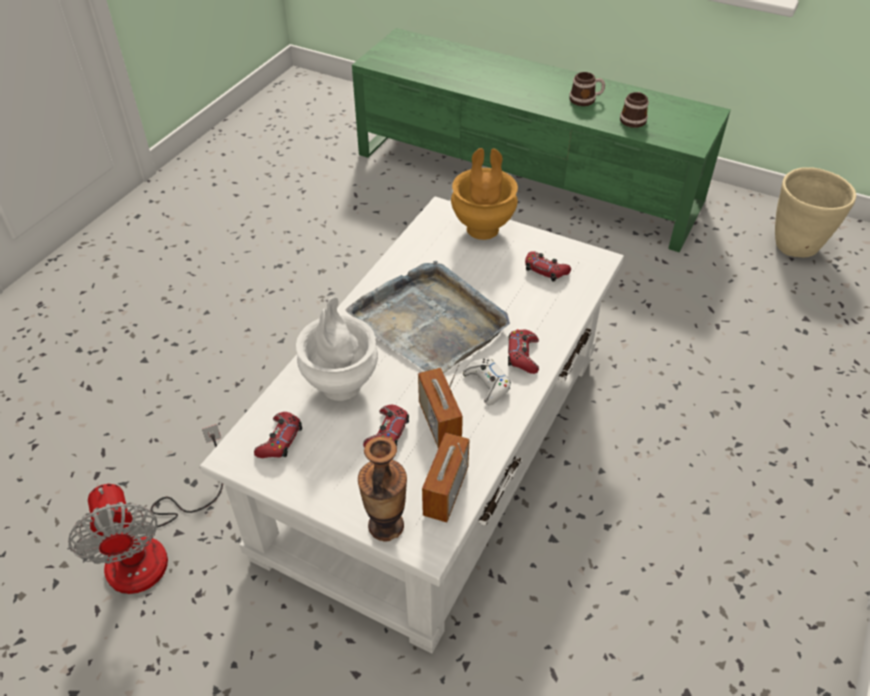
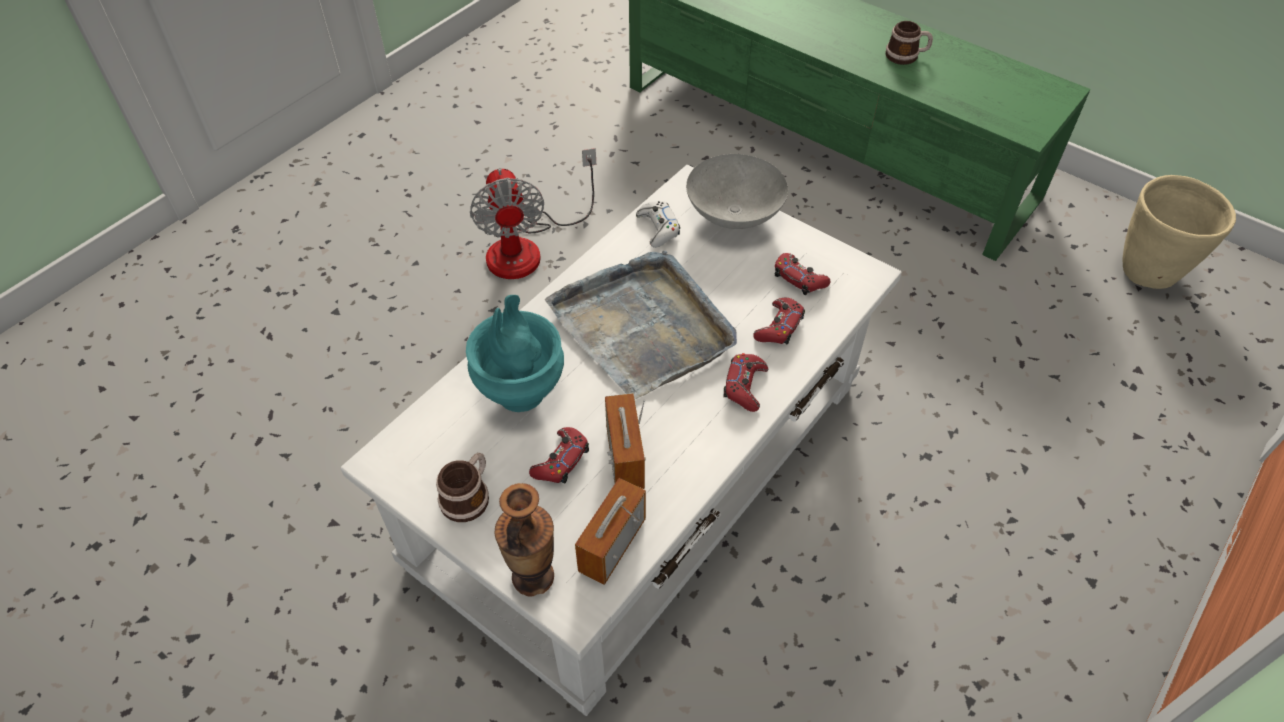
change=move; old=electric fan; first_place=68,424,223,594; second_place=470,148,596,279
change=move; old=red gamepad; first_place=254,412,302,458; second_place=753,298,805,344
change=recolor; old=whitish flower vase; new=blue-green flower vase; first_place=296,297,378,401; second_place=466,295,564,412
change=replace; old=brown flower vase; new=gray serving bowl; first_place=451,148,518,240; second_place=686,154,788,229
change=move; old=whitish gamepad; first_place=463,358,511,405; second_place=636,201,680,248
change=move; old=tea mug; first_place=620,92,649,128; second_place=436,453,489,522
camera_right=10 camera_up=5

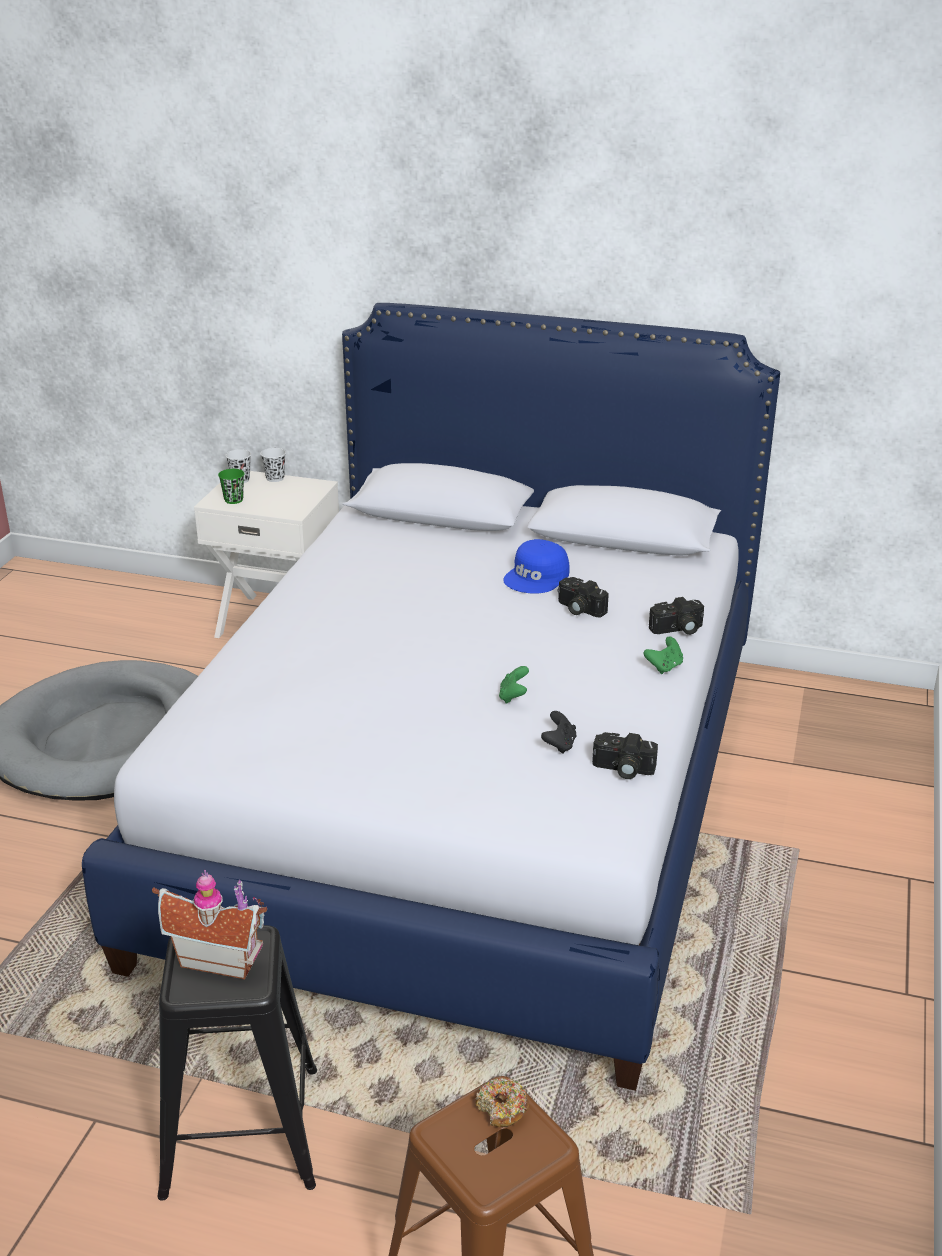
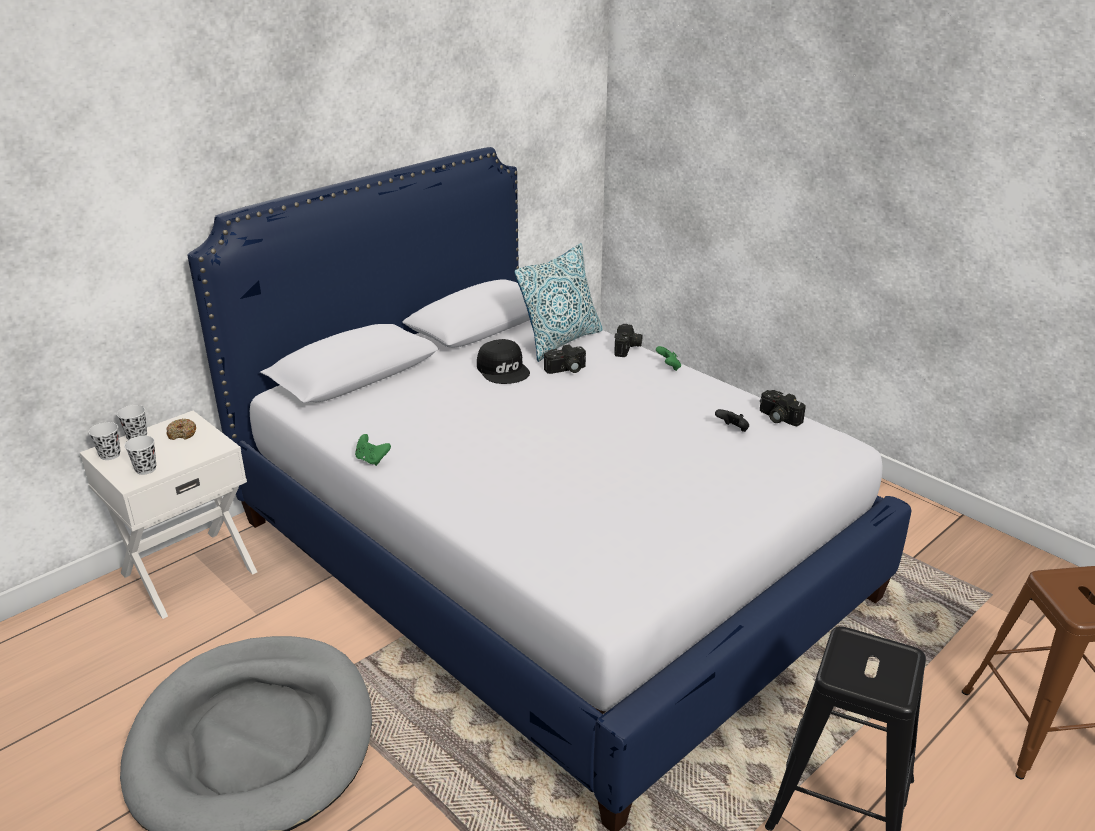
change=delete; old=toy house; first_place=152,870,267,979
change=recolor; old=greenish drinking cup; new=whitish drinking cup; first_place=218,469,245,504; second_place=124,436,156,475
change=move; old=doughnut; first_place=475,1078,529,1127; second_place=166,418,196,440
change=move; old=greenish gamepad; first_place=499,666,529,704; second_place=355,434,391,466
change=recolor; old=blue-coloured cap; new=black cap; first_place=503,539,570,594; second_place=477,339,530,384
change=rotate; old=still camera; first_place=592,732,658,779; second_place=760,390,806,426; degrees=90
change=insert; new=throw pillow; second_place=514,243,603,362
camera_right=-60 camera_up=0

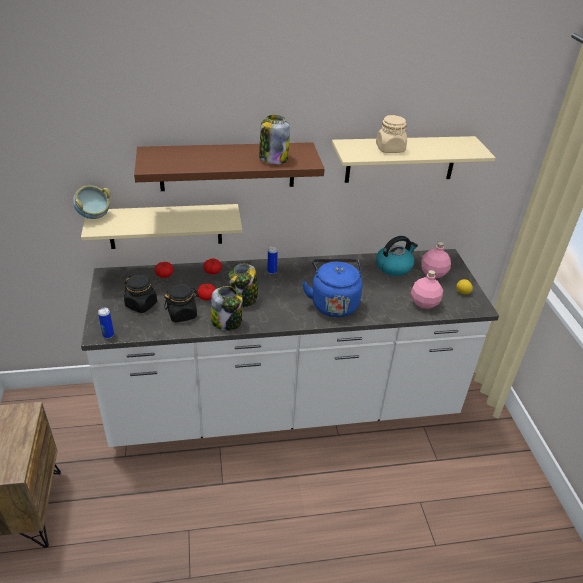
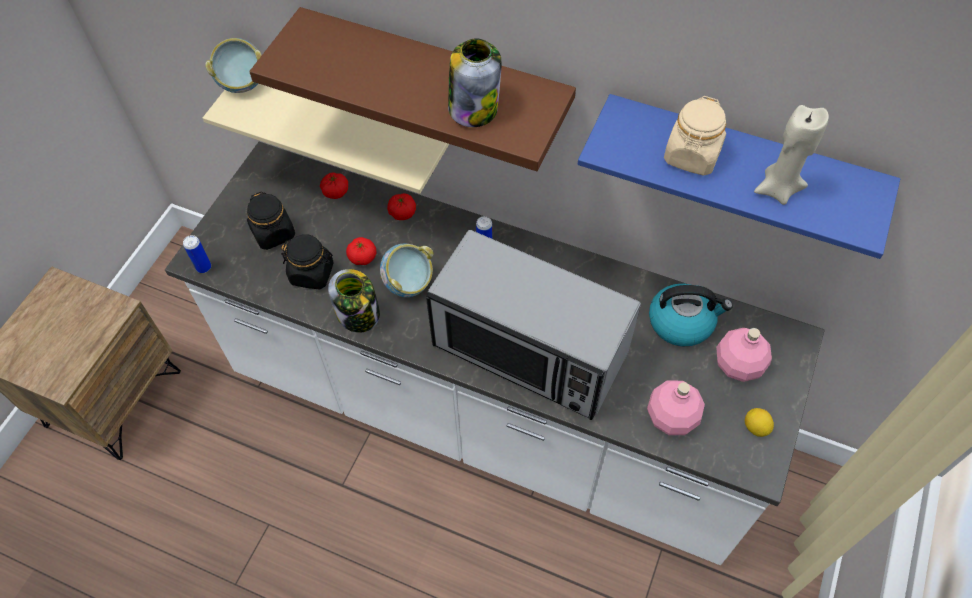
change=replace; old=jar; new=serving bowl; first_place=229,263,259,307; second_place=380,244,433,297
change=replace; old=blue-coloured tea kettle; new=microwave oven; first_place=302,259,363,317; second_place=426,230,641,420
change=recolor; old=beige shelf; new=blue-coloured shelf; first_place=332,136,496,183; second_place=578,94,900,259
change=insert; new=beige candle; second_place=754,105,829,205
camera_right=35 camera_up=20

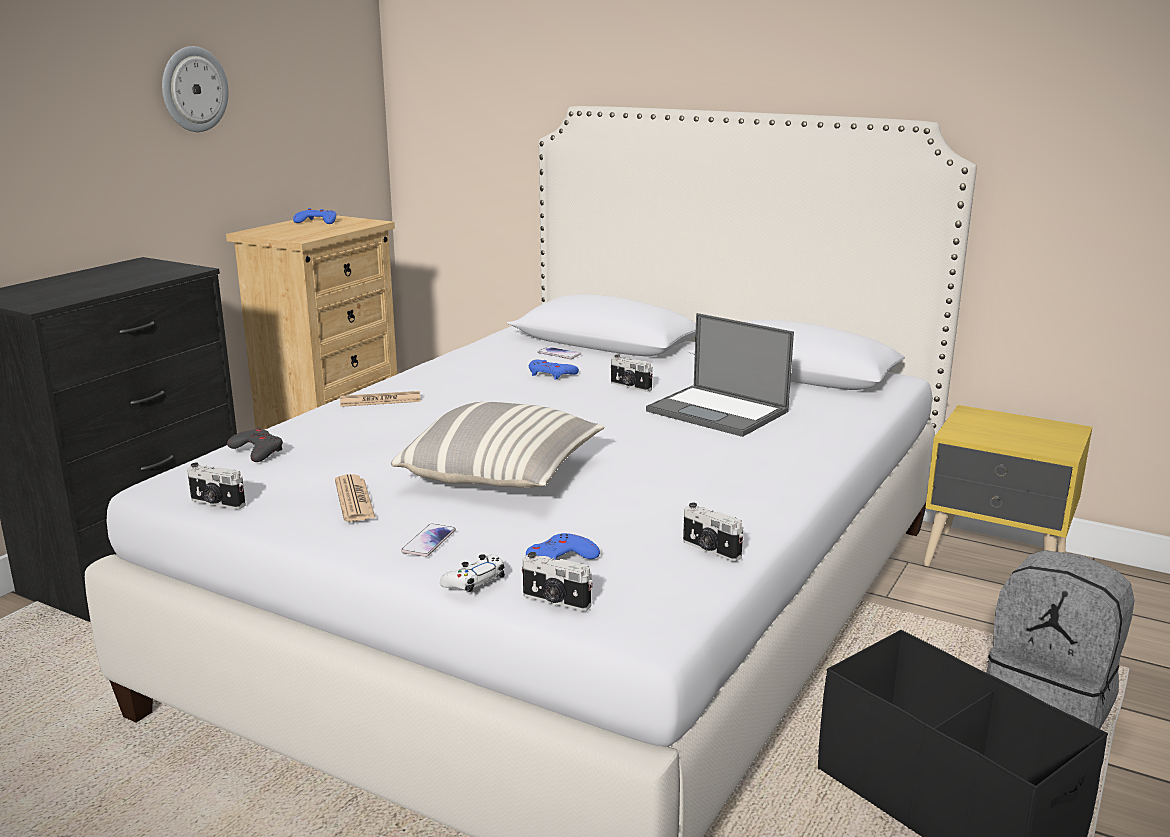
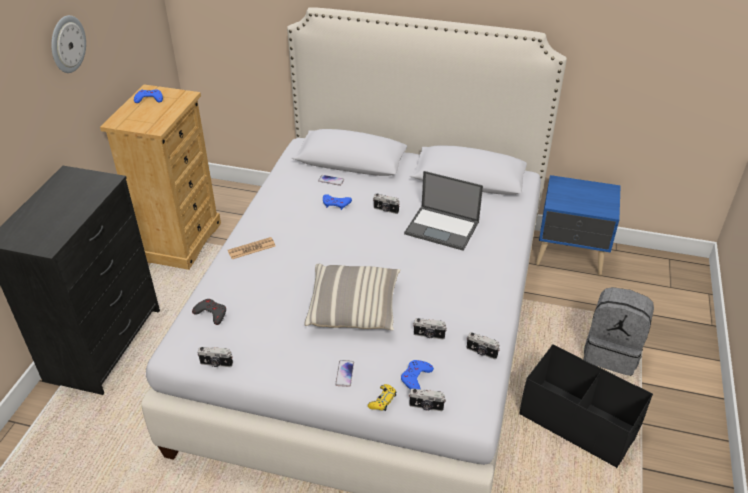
change=delete; old=printed paper; first_place=335,474,375,522
change=recolor; old=whitish gamepad; new=yellowish gamepad; first_place=440,554,505,592; second_place=368,384,396,411
change=recolor; old=yellowish night table; new=blue-coloured night table; first_place=923,405,1092,566; second_place=536,175,621,276
change=insert; new=still camera; second_place=413,318,447,340
camera_right=-15 camera_up=20

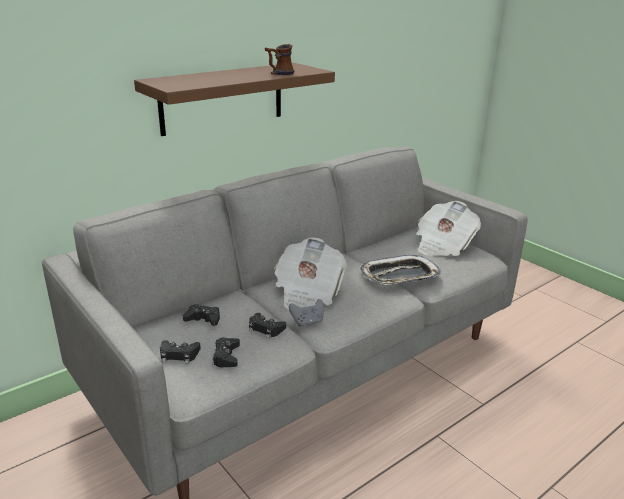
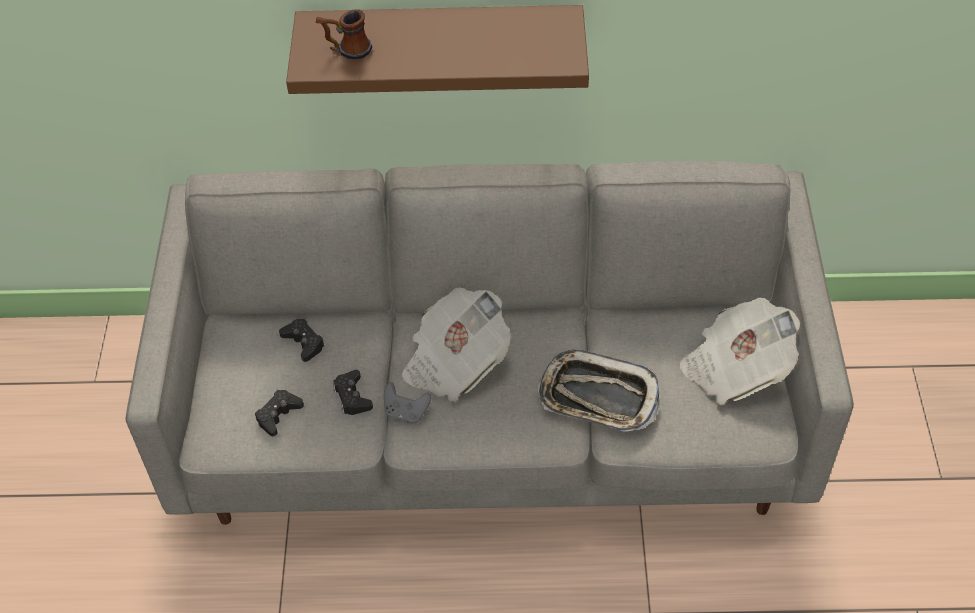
change=delete; old=black gamepad; first_place=160,340,201,364
change=move; old=tea mug; first_place=265,44,294,75; second_place=316,9,372,59
camera_right=40 camera_up=25

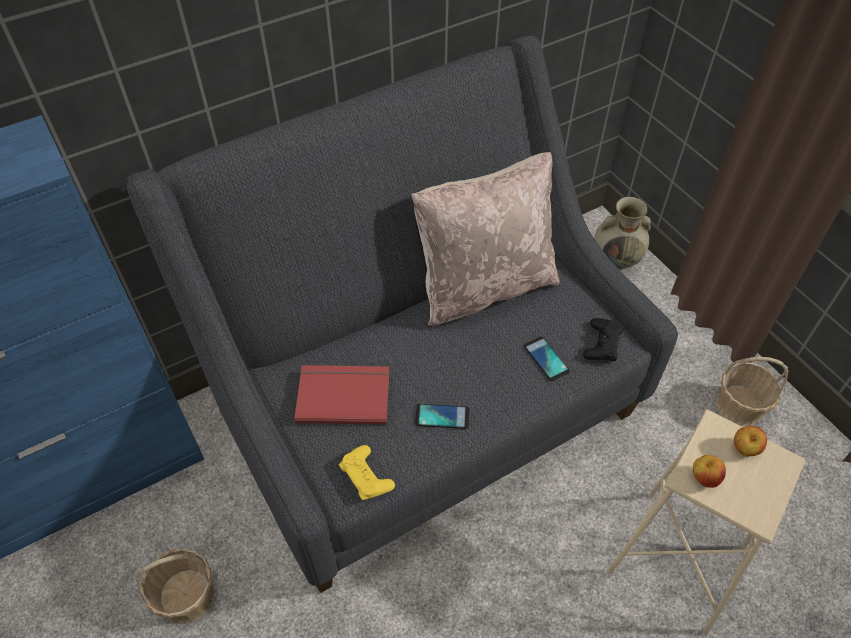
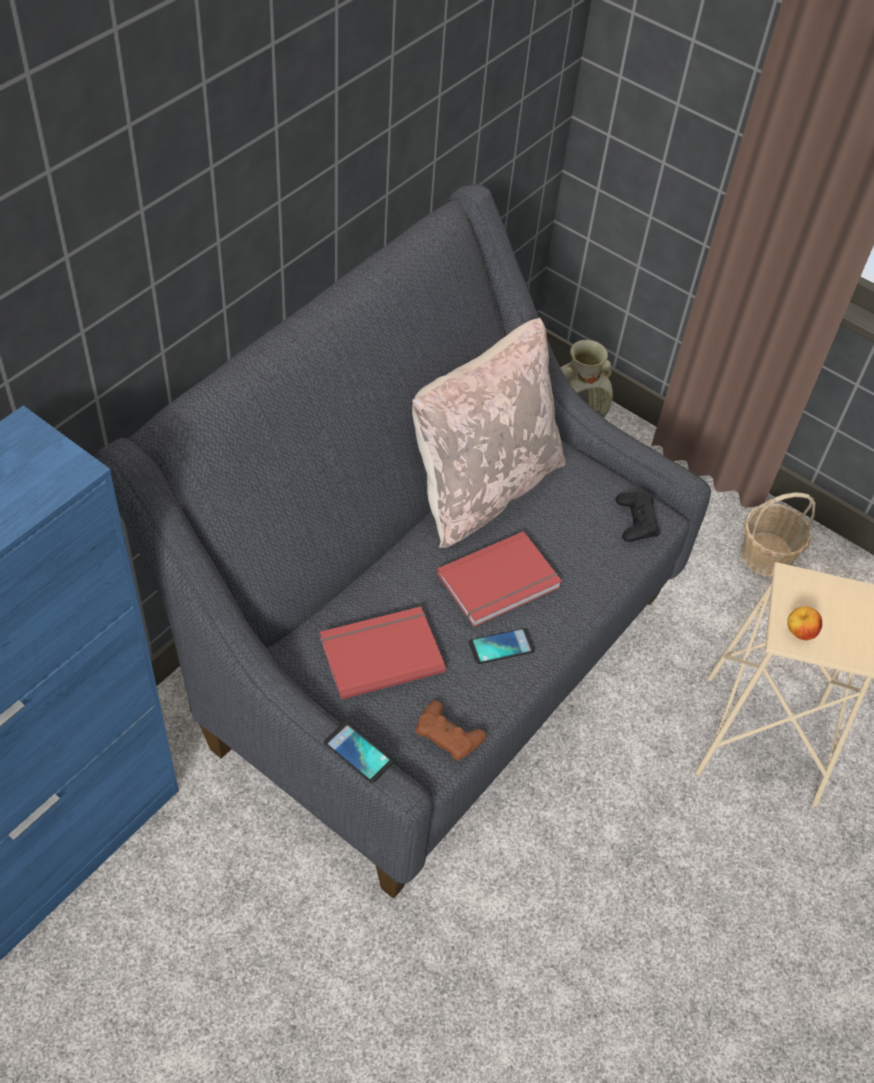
change=delete; old=basket; first_place=137,548,214,624
change=recolor; old=yellowish gamepad; new=brown gamepad; first_place=339,445,395,501; second_place=415,701,487,761
change=move; old=telephone; first_place=524,336,570,381; second_place=324,723,393,783
change=delete; old=apple; first_place=734,426,767,456
change=insert; new=red book; second_place=437,531,562,627
camera_right=-25 camera_up=0

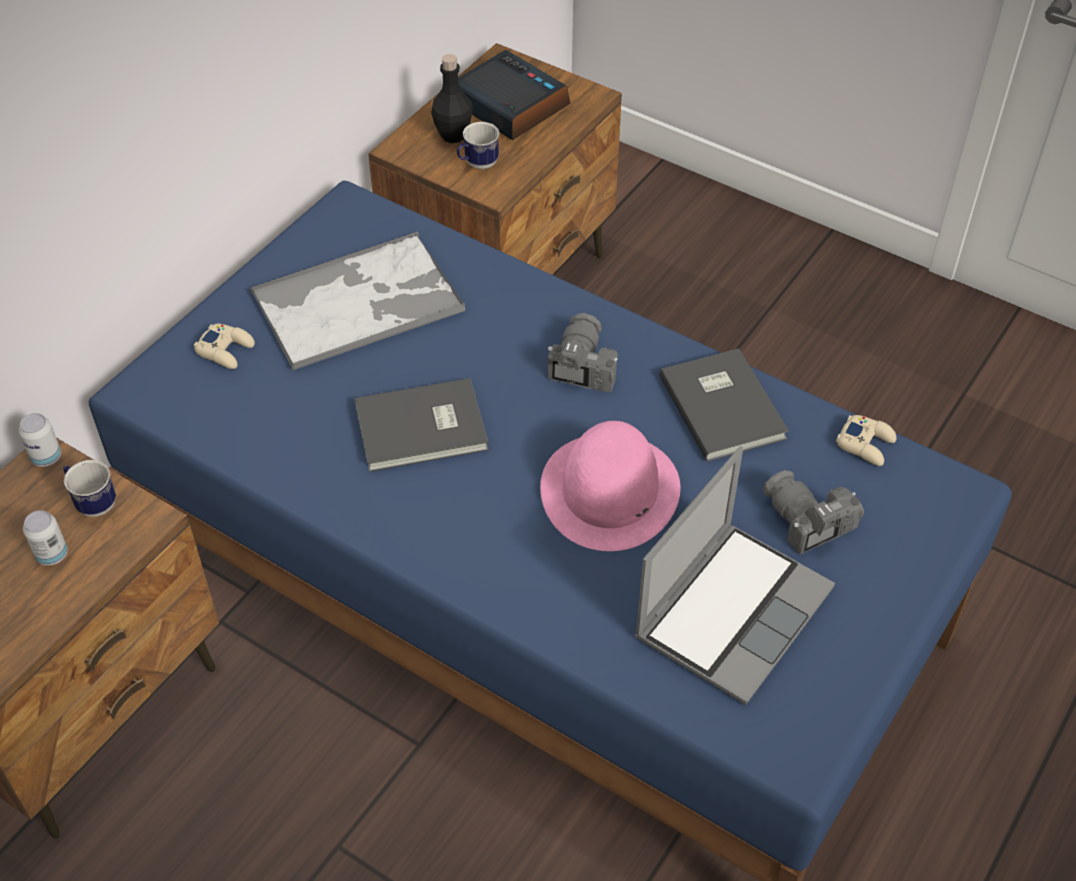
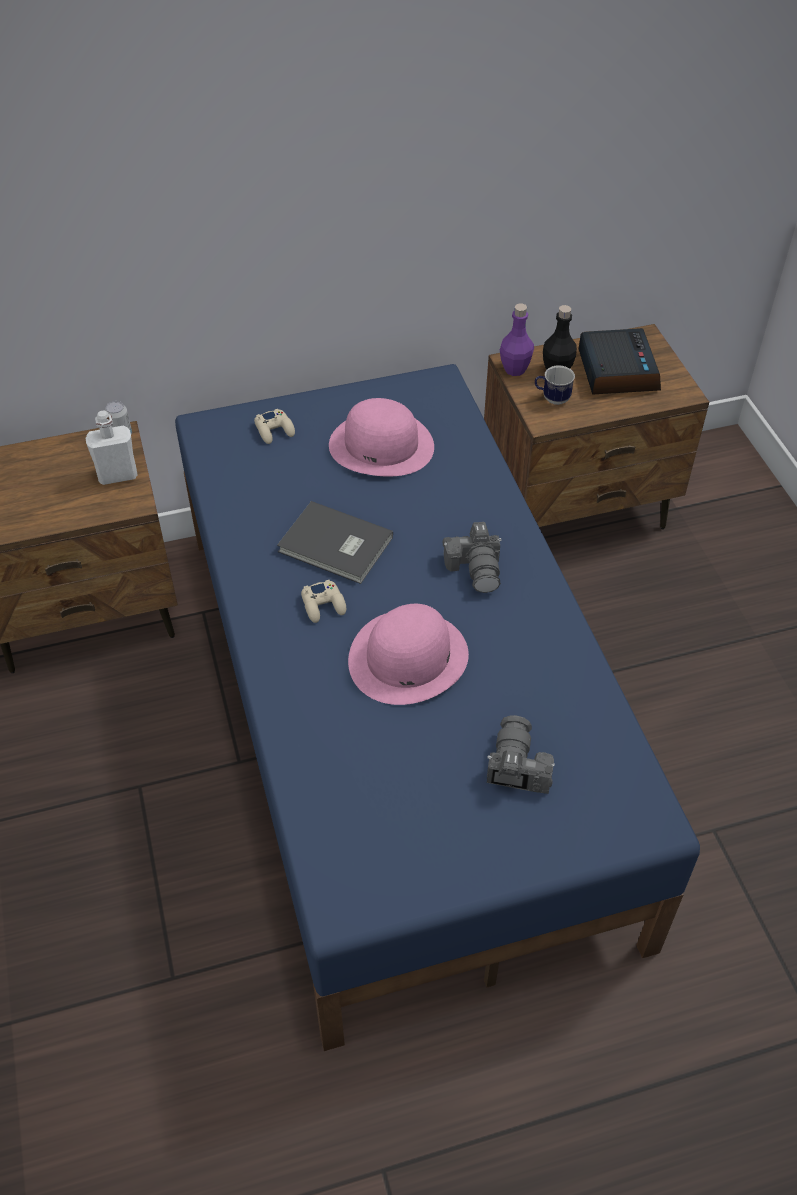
change=delete; old=sealed can; first_place=23,510,68,566
change=replace; old=tea mug; new=whitish bottle; first_place=63,460,116,517; second_place=85,410,138,485
change=replace; old=carrying tray; new=pink hat; first_place=250,232,465,372; second_place=329,398,434,476
change=rotate; old=still camera; first_place=548,313,618,393; second_place=443,522,502,593; degrees=120
change=delete; old=laptop; first_place=635,446,835,705
change=delete; old=gray book; first_place=659,349,789,462
change=move; old=beige gamepad; first_place=836,415,897,466; second_place=301,580,346,623
change=insert; new=purple-coloured bottle; second_place=500,304,534,376
camera_right=40 camera_up=0

